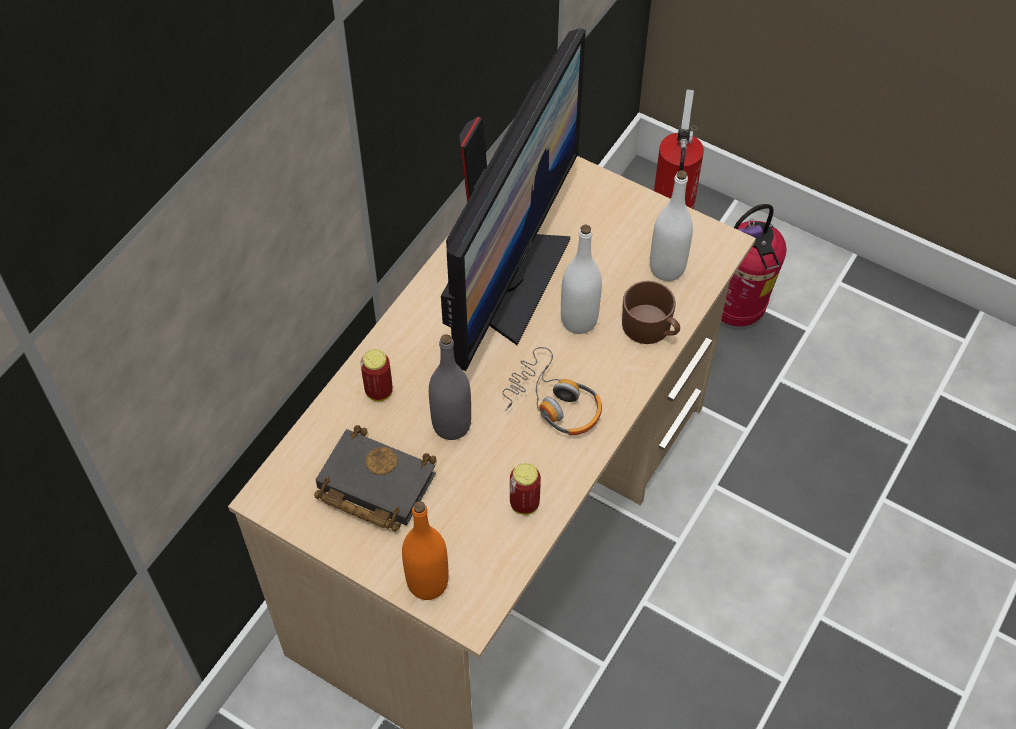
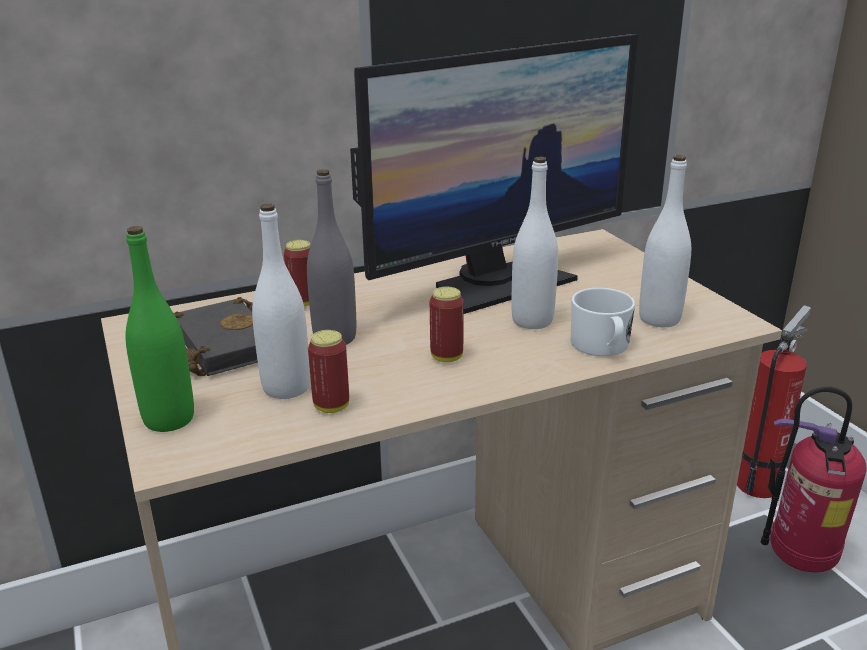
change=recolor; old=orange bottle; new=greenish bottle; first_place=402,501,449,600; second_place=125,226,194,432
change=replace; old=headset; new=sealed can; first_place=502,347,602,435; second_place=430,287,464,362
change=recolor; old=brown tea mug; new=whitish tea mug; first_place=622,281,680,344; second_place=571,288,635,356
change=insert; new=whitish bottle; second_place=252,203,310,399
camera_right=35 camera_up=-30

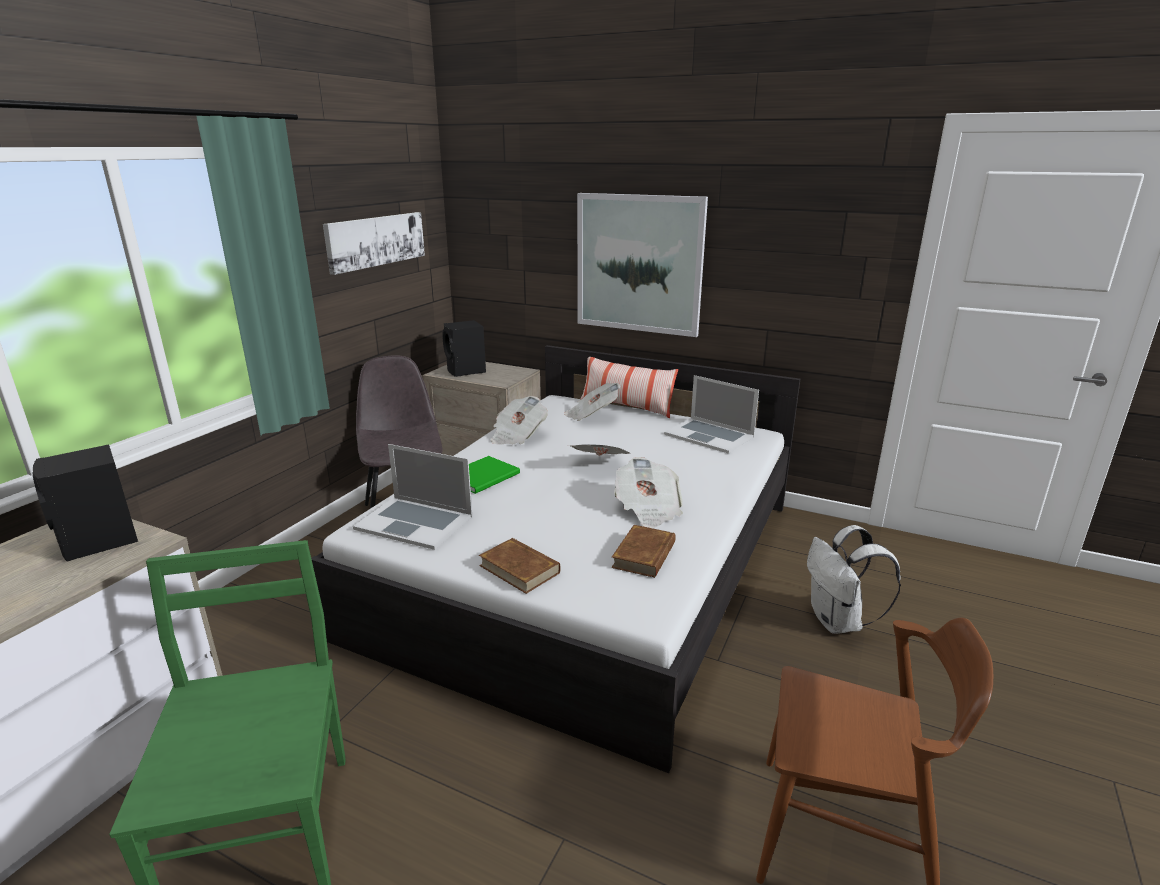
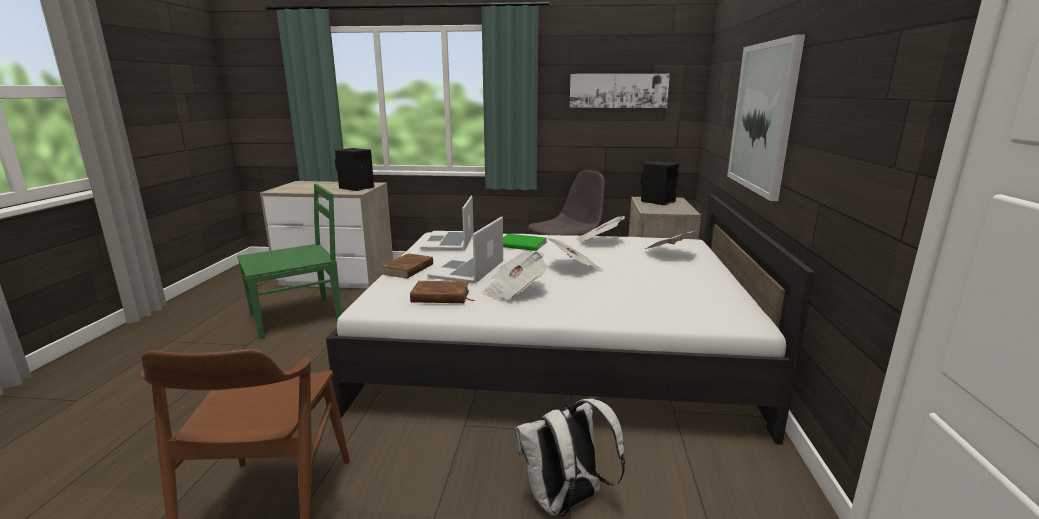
change=delete; old=throw pillow; first_place=580,357,678,418
change=move; old=laptop; first_place=664,375,759,454; second_place=428,216,503,284
camera_right=70 camera_up=-5

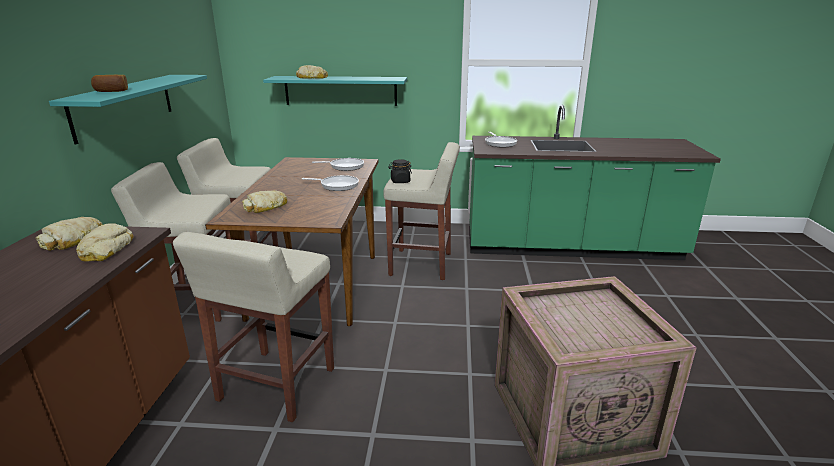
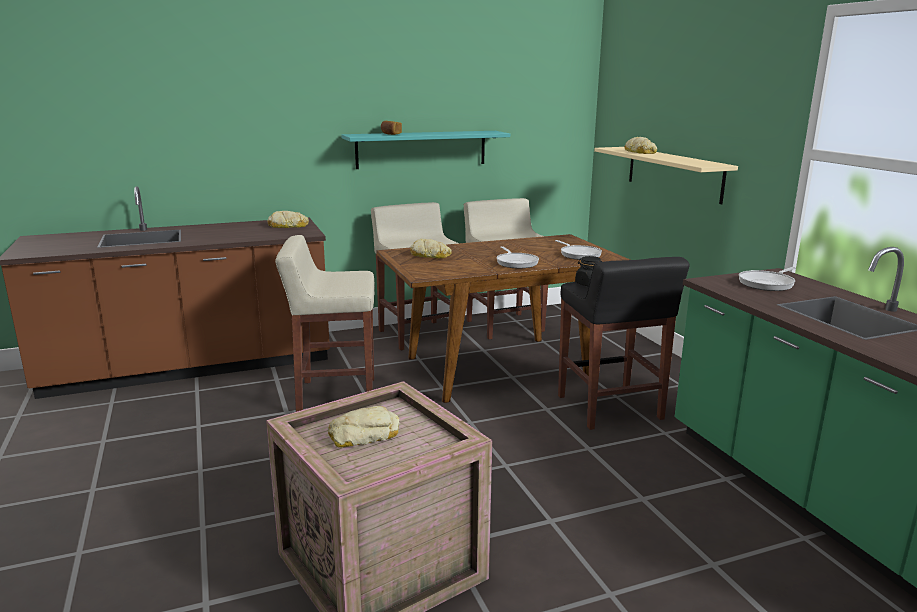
change=move; old=baked bread; first_place=76,223,133,262; second_place=328,406,399,448
change=recolor; old=blue-green shelf; new=beige shelf; first_place=263,76,407,106; second_place=594,147,738,204
change=recolor; old=beige stool seat; new=black stool seat; first_place=383,142,460,280; second_place=558,257,689,430
camera_right=65 camera_up=-5

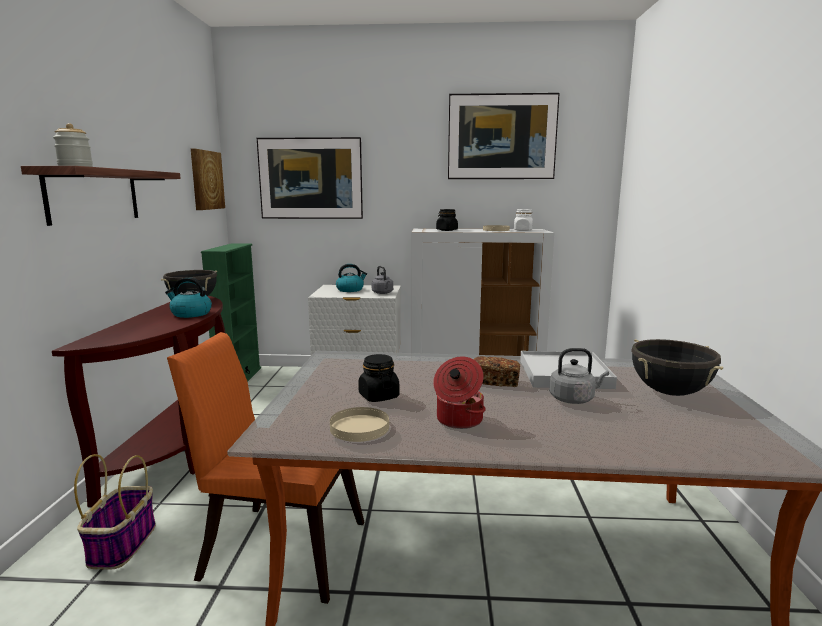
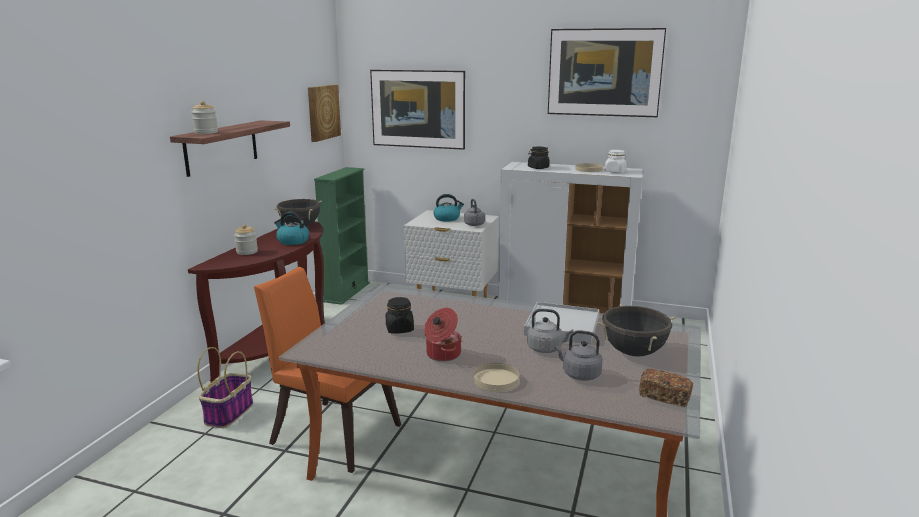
change=move; old=beige dinner plate; first_place=330,407,389,442; second_place=473,363,519,392
change=move; old=baked bread; first_place=474,356,520,387; second_place=639,369,693,407
change=insert; new=jar; second_place=234,225,258,255
change=insert; new=gray tea kettle; second_place=555,330,603,381
camera_right=15 camera_up=5

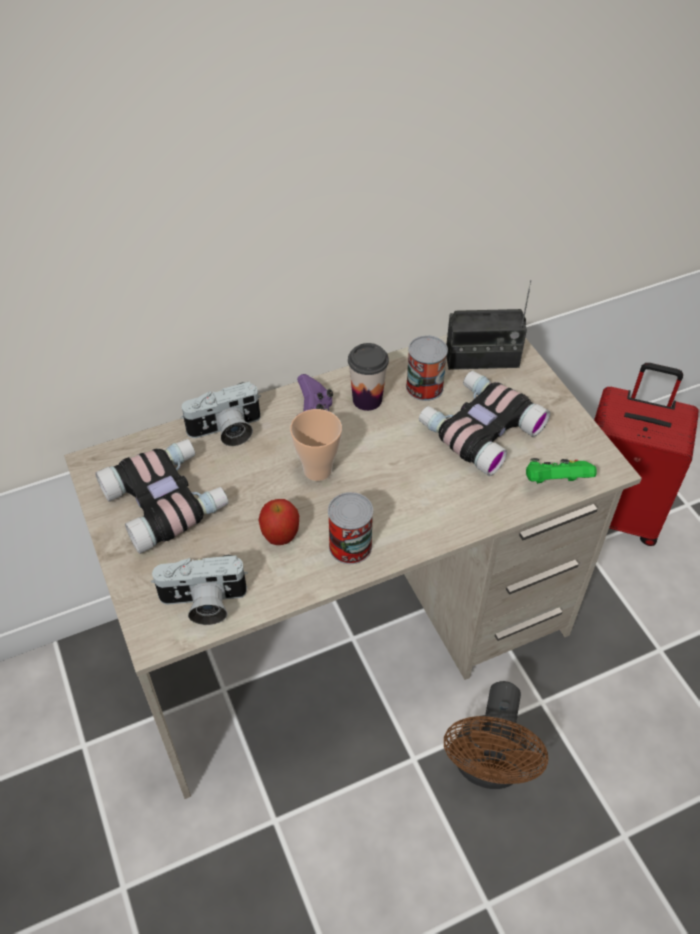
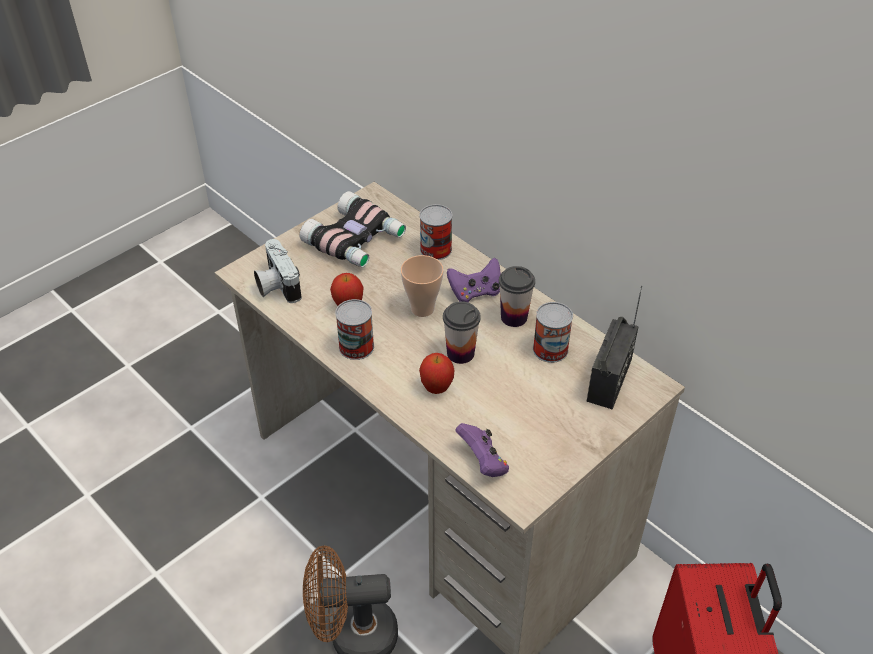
change=replace; old=still camera; new=sealed can; first_place=180,382,261,446; second_place=419,204,453,260
change=delete; old=pair of binoculars; first_place=419,371,550,476
change=rotate; old=radio set; first_place=446,280,531,370; second_place=587,286,642,409; degrees=-135
change=recolor; old=greenish gamepad; new=purple-coloured gamepad; first_place=526,458,597,484; second_place=455,423,509,477
change=insert; new=apple; second_place=419,353,455,394
change=insert; new=drinking cup; second_place=443,301,481,364
camera_right=70 camera_up=-5

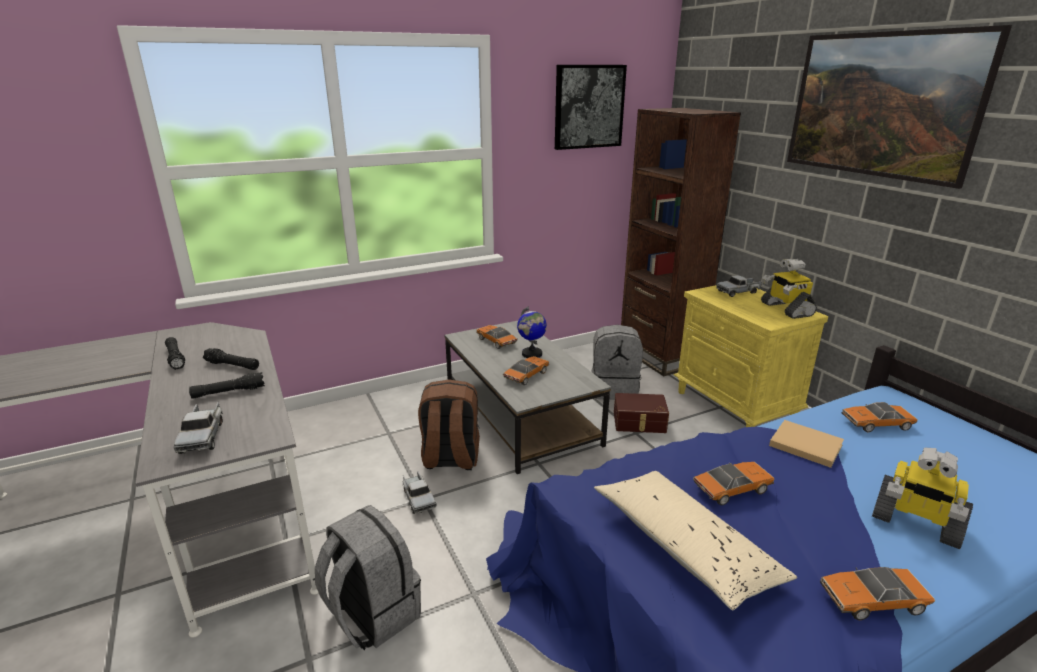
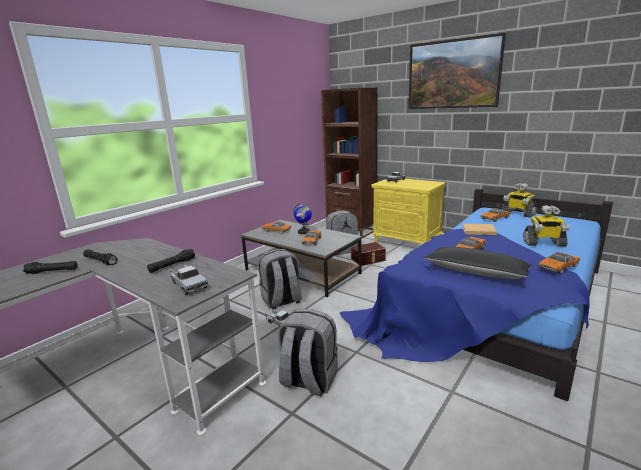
change=move; old=black flashlight; first_place=203,348,259,370; second_place=23,261,78,274
change=recolor; old=brown backpack; new=gray backpack; first_place=418,380,480,470; second_place=258,249,302,309
change=delete; old=wall picture; first_place=555,65,627,150
change=recolor; old=beige throw pillow; new=black throw pillow; first_place=594,471,797,610; second_place=423,247,532,279
change=move; old=toy robot; first_place=761,259,817,319; second_place=502,183,537,217
camera_right=-25 camera_up=-5

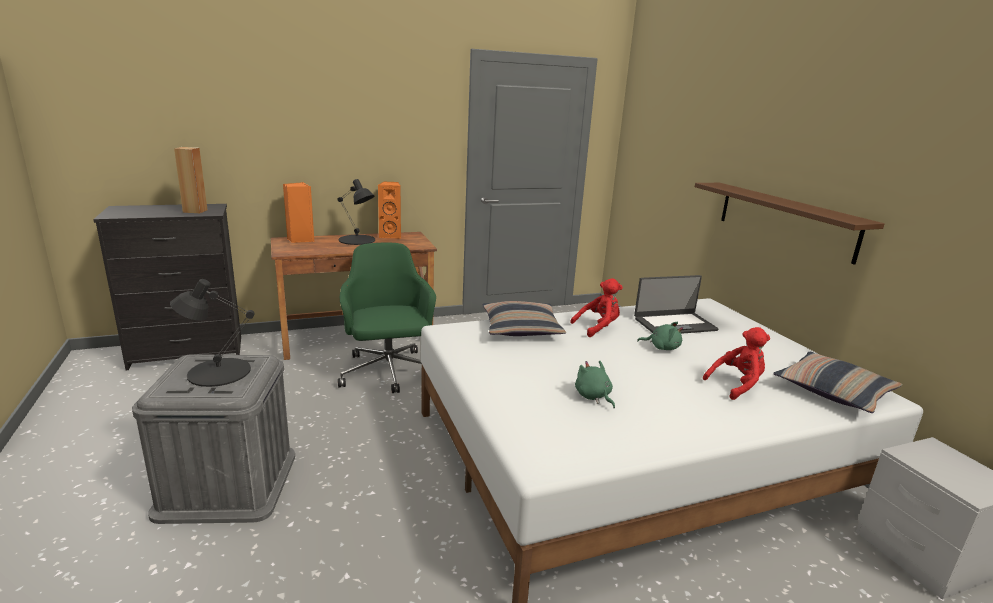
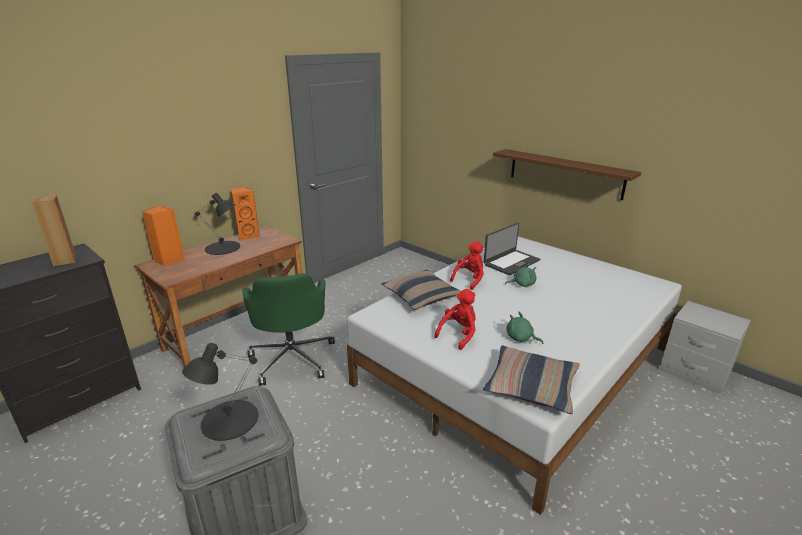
change=rotate; old=greenish desk chair; first_place=338,243,436,393; second_place=242,273,335,386; degrees=-150
change=move; old=red plush toy; first_place=703,327,770,400; second_place=434,289,476,350
change=move; old=throw pillow; first_place=773,352,903,413; second_place=483,346,580,414
camera_right=-25 camera_up=5

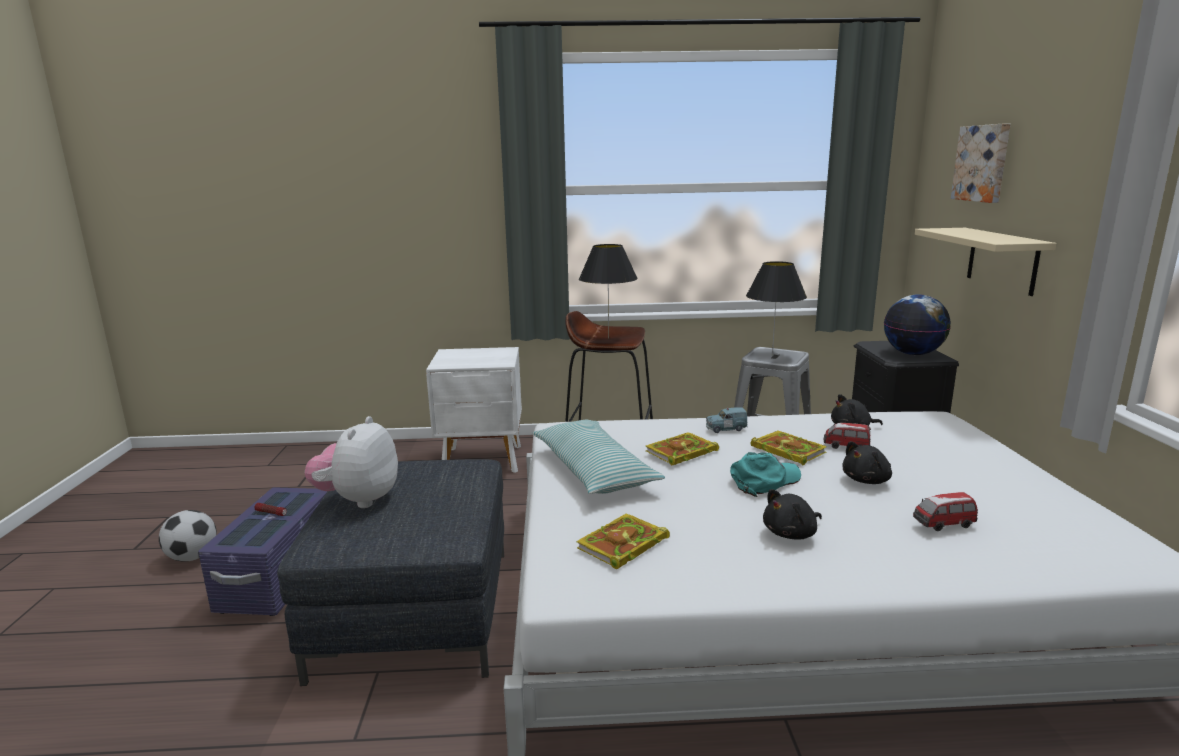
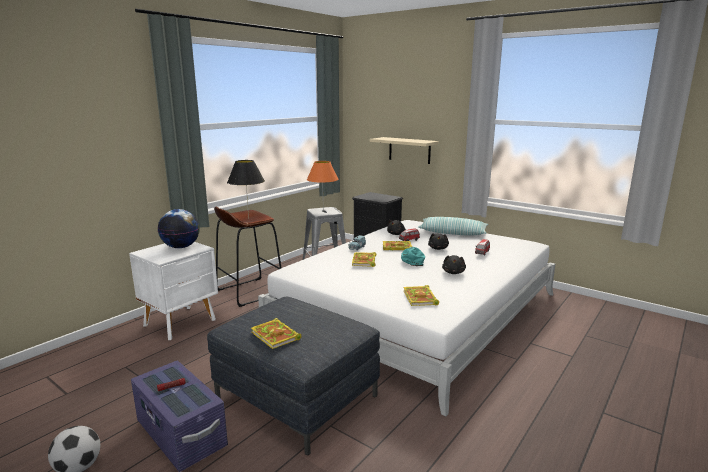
change=replace; old=plush toy; new=book; first_place=305,416,398,508; second_place=251,318,301,349
change=move; old=throw pillow; first_place=533,420,665,494; second_place=418,217,488,235
change=recolor; old=black lamp for a table; new=orange lamp for a table; first_place=746,261,807,356; second_place=307,161,338,212
change=move; old=globe; first_place=884,294,951,355; second_place=158,209,200,248
change=delete; old=wall picture; first_place=951,124,1010,203
camera_right=-50 camera_up=0

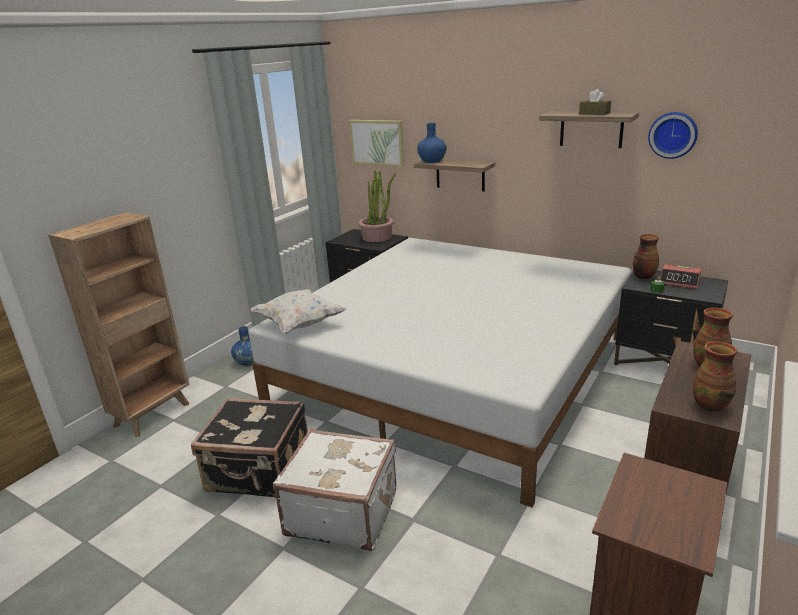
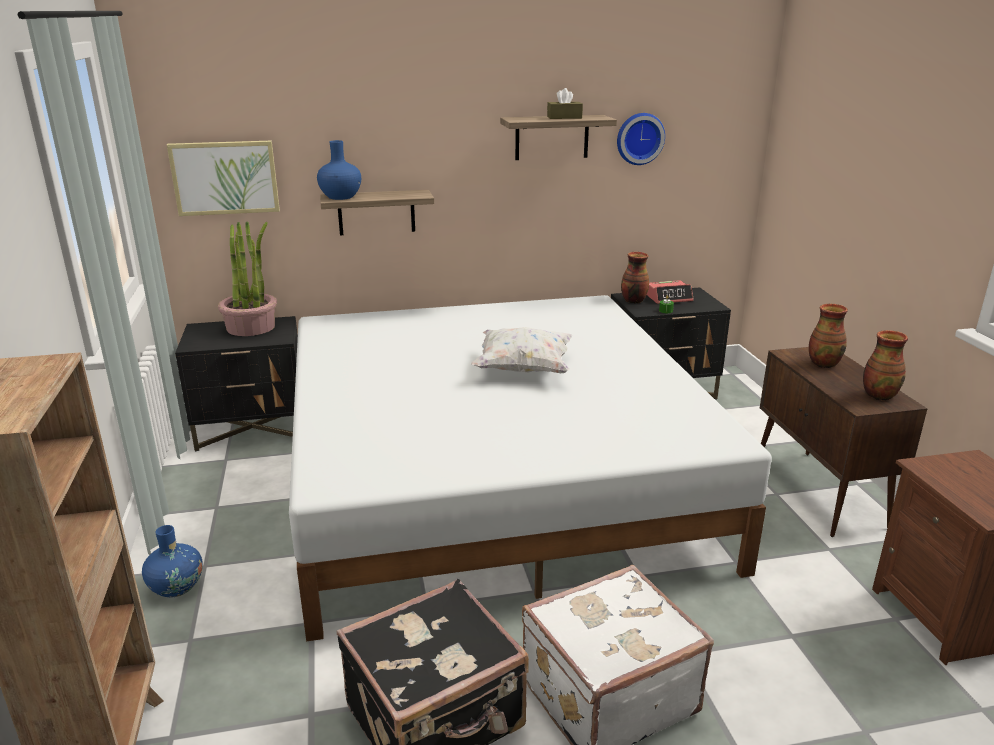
change=move; old=whitish throw pillow; first_place=251,289,347,334; second_place=471,327,572,373
camera_right=-45 camera_up=0

